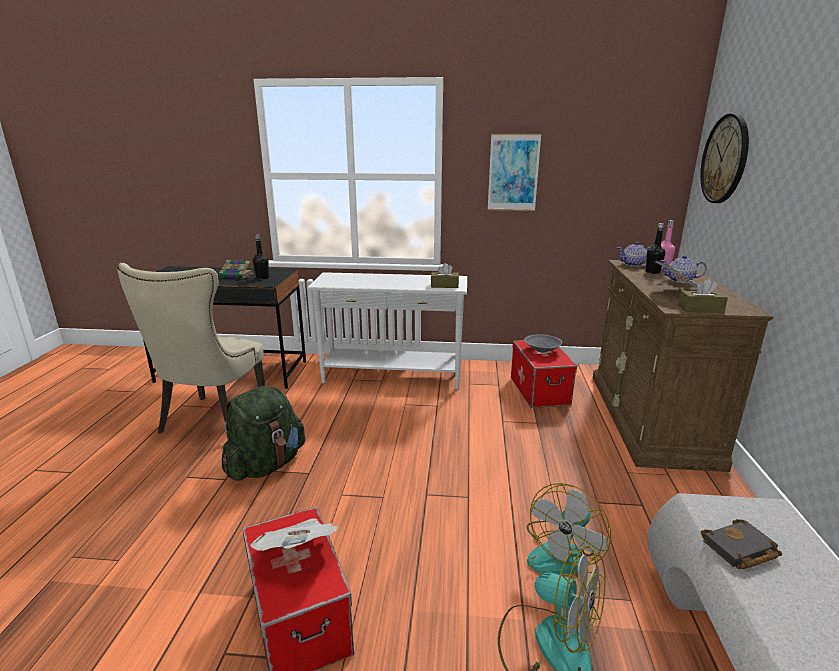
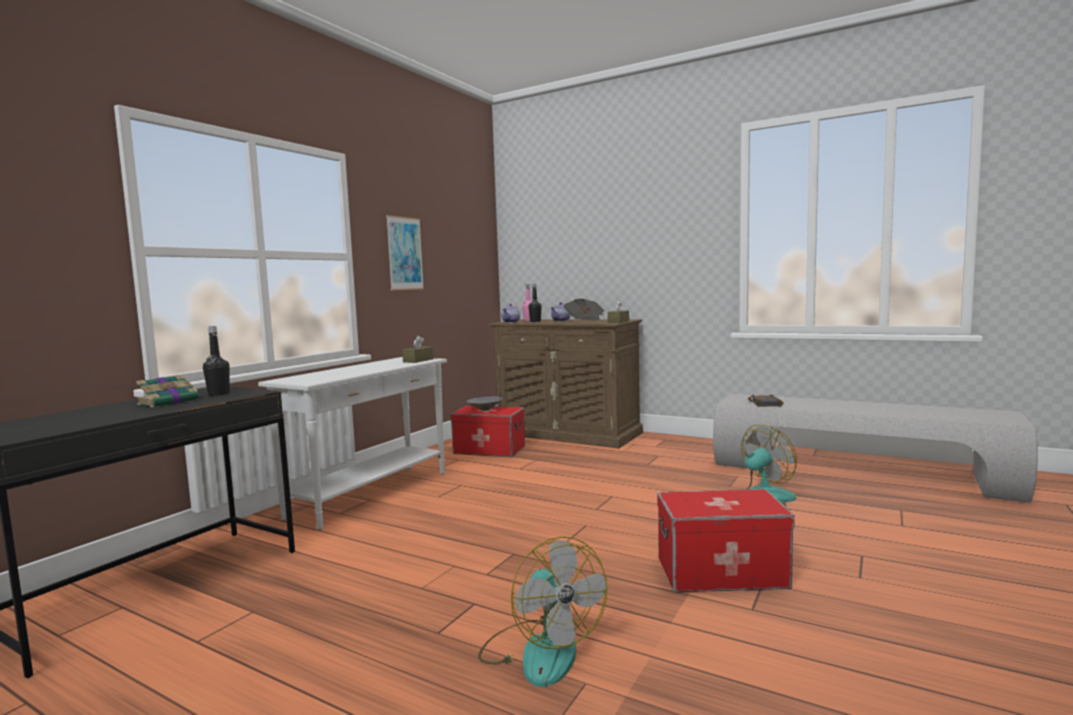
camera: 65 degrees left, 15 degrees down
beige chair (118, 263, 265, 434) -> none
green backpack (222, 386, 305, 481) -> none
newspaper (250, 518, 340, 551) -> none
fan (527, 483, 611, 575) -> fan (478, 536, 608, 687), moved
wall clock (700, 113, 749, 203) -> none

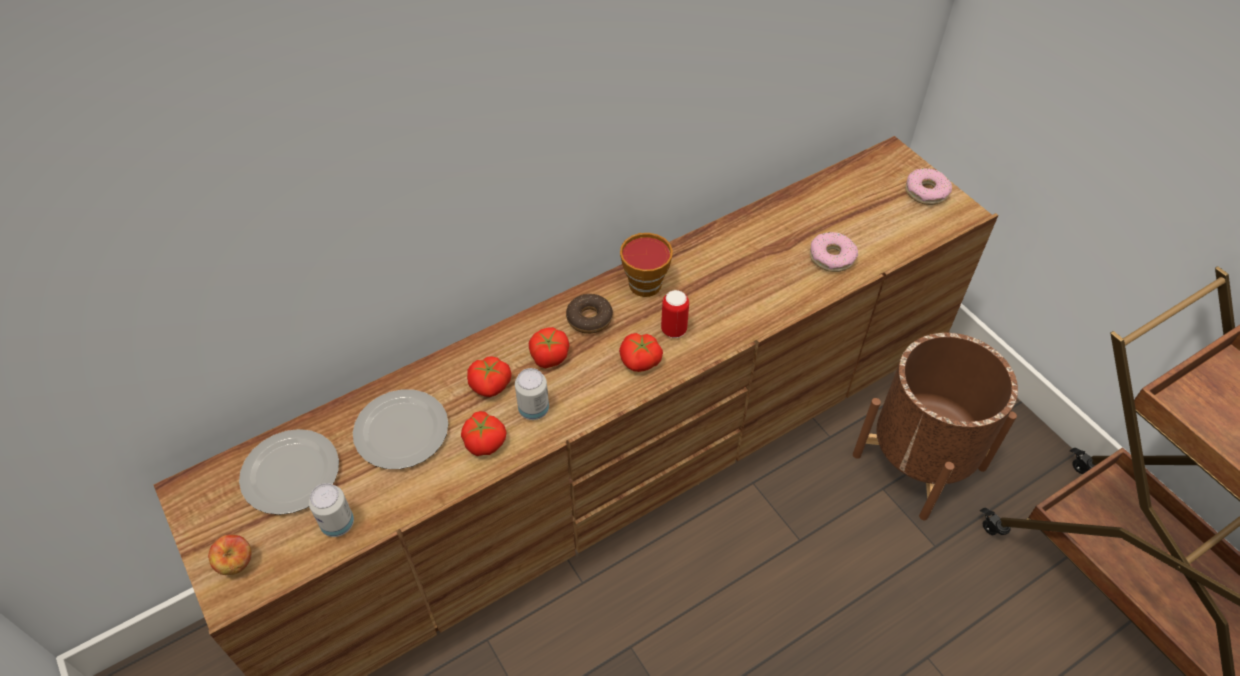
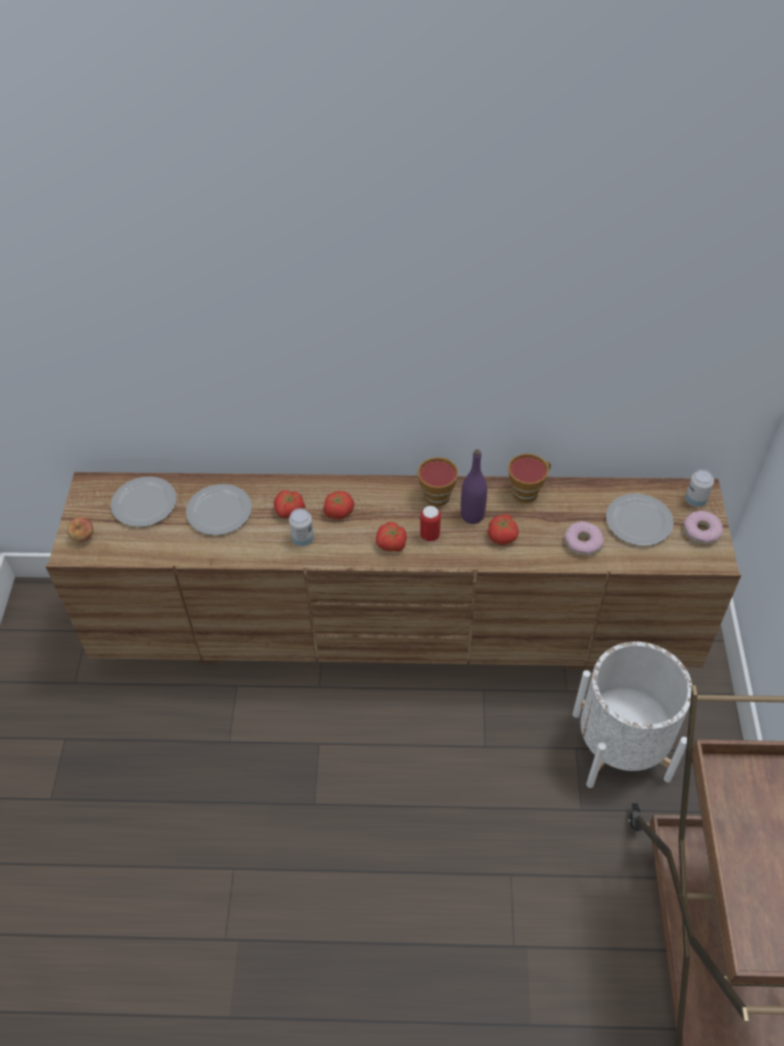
camera: 35 degrees right, 0 degrees up
can (309, 483, 354, 537) -> can (685, 469, 714, 507), moved
tomato (461, 411, 506, 456) -> tomato (488, 514, 519, 545), moved
donut (566, 294, 613, 334) -> none
brown planter (853, 333, 1018, 520) -> white planter (573, 642, 692, 788)
none -> purple bottle (461, 449, 487, 524)
none -> cup (508, 454, 551, 503)
none -> plate (606, 494, 674, 546)

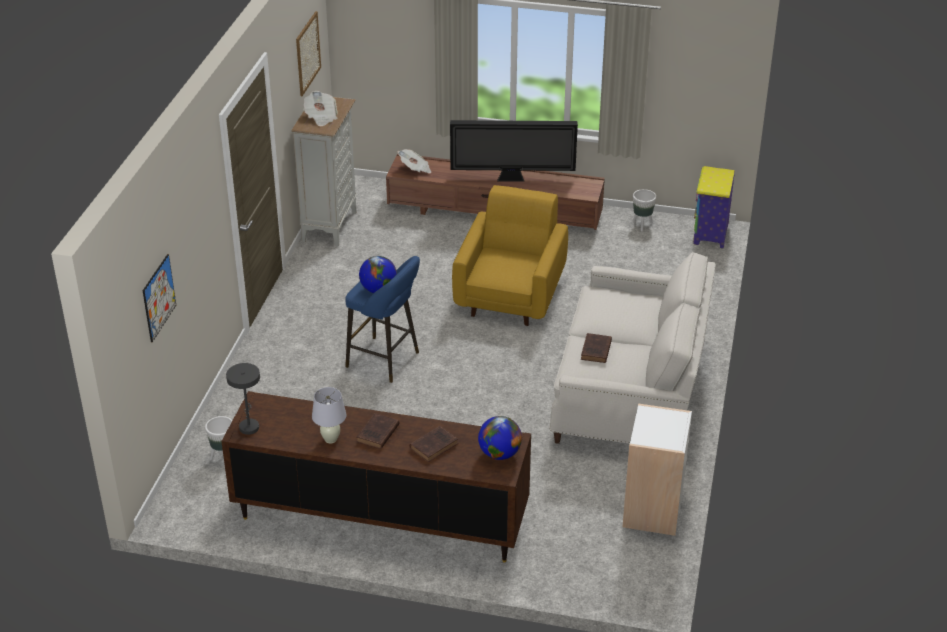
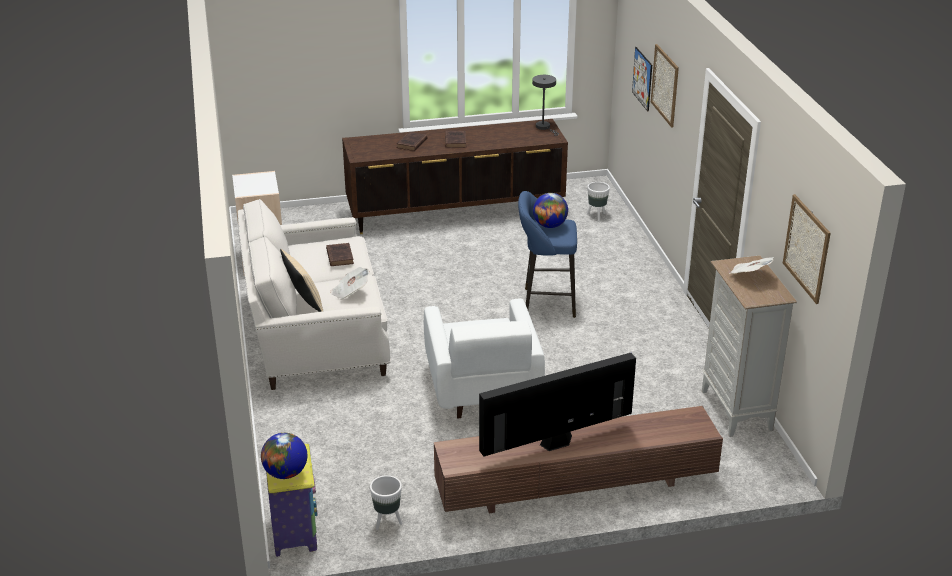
camera: 155 degrees right, 5 degrees down
white table lamp (312, 387, 346, 444) -> none
newspaper (398, 149, 431, 173) -> newspaper (330, 267, 370, 300), moved
yellow armchair (452, 185, 568, 326) -> white armchair (424, 299, 545, 419)
globe (478, 416, 522, 460) -> globe (261, 433, 307, 479), moved
none -> beige pillow (280, 249, 323, 312)
none -> picture (651, 44, 679, 128)

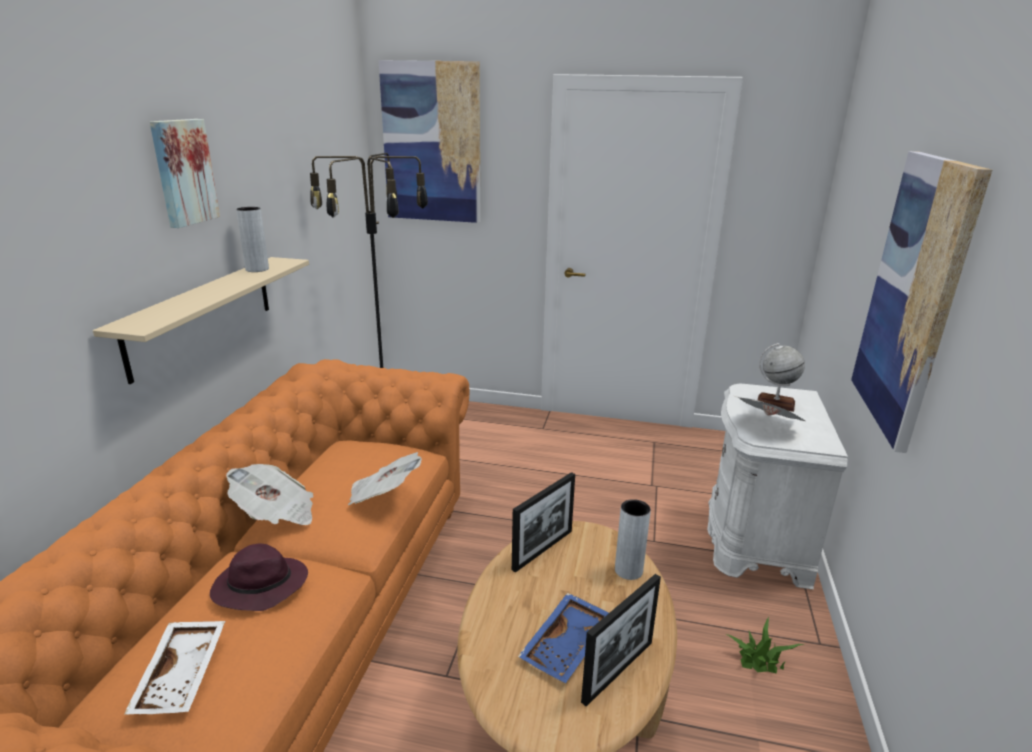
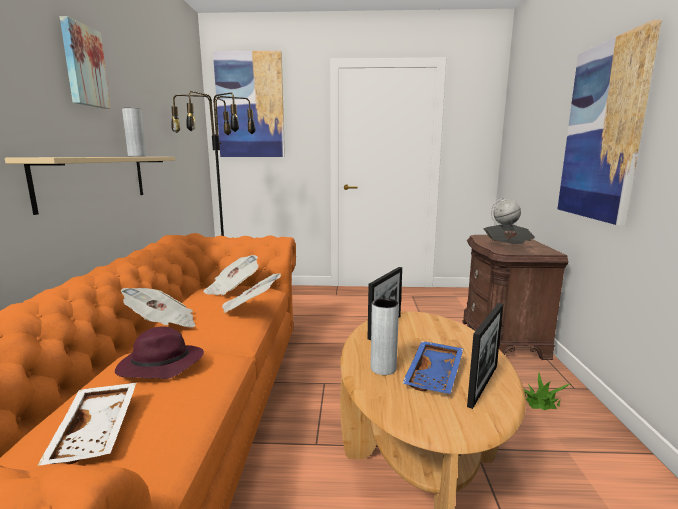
camera: 10 degrees left, 10 degrees down
grey vase (615, 499, 651, 580) -> grey vase (371, 298, 399, 375), moved
white nightstand (707, 383, 848, 590) -> brown nightstand (462, 235, 568, 360)
none -> newspaper (203, 255, 259, 296)

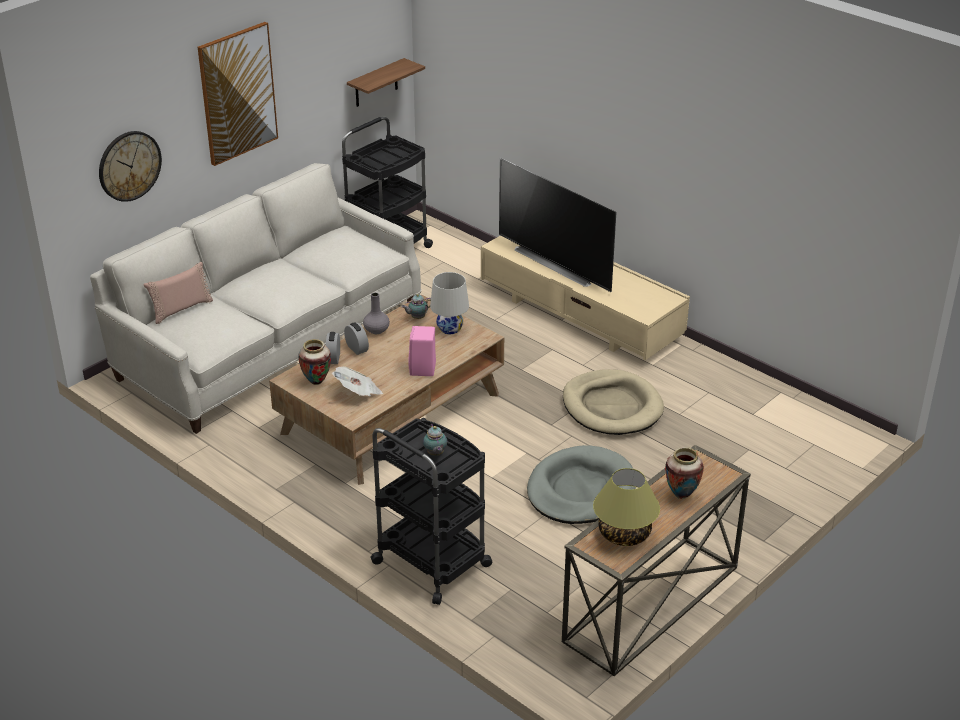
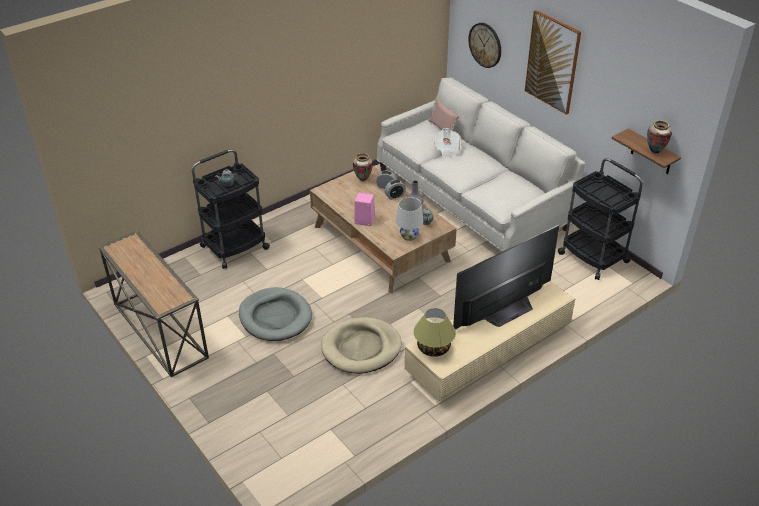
camera: 100 degrees right, 5 degrees up
newspaper (332, 366, 383, 397) -> newspaper (434, 128, 461, 158), moved
table lamp (593, 468, 660, 546) -> table lamp (413, 308, 456, 357), moved
vase (665, 447, 704, 499) -> vase (647, 120, 672, 154), moved

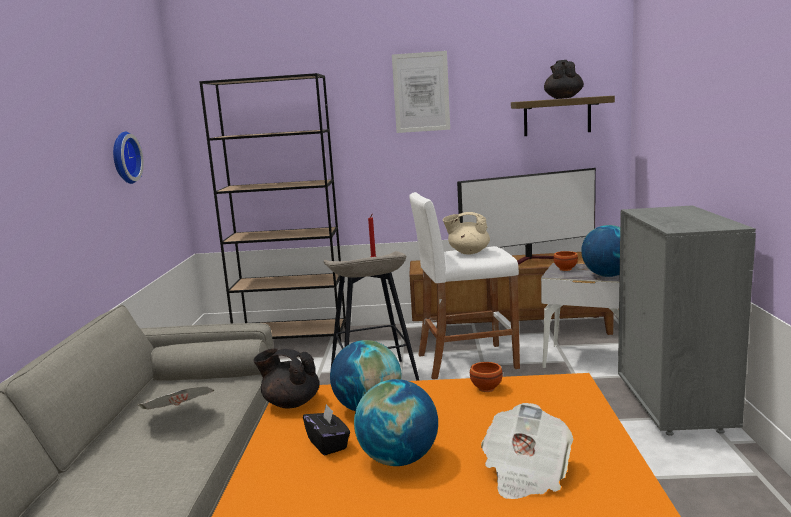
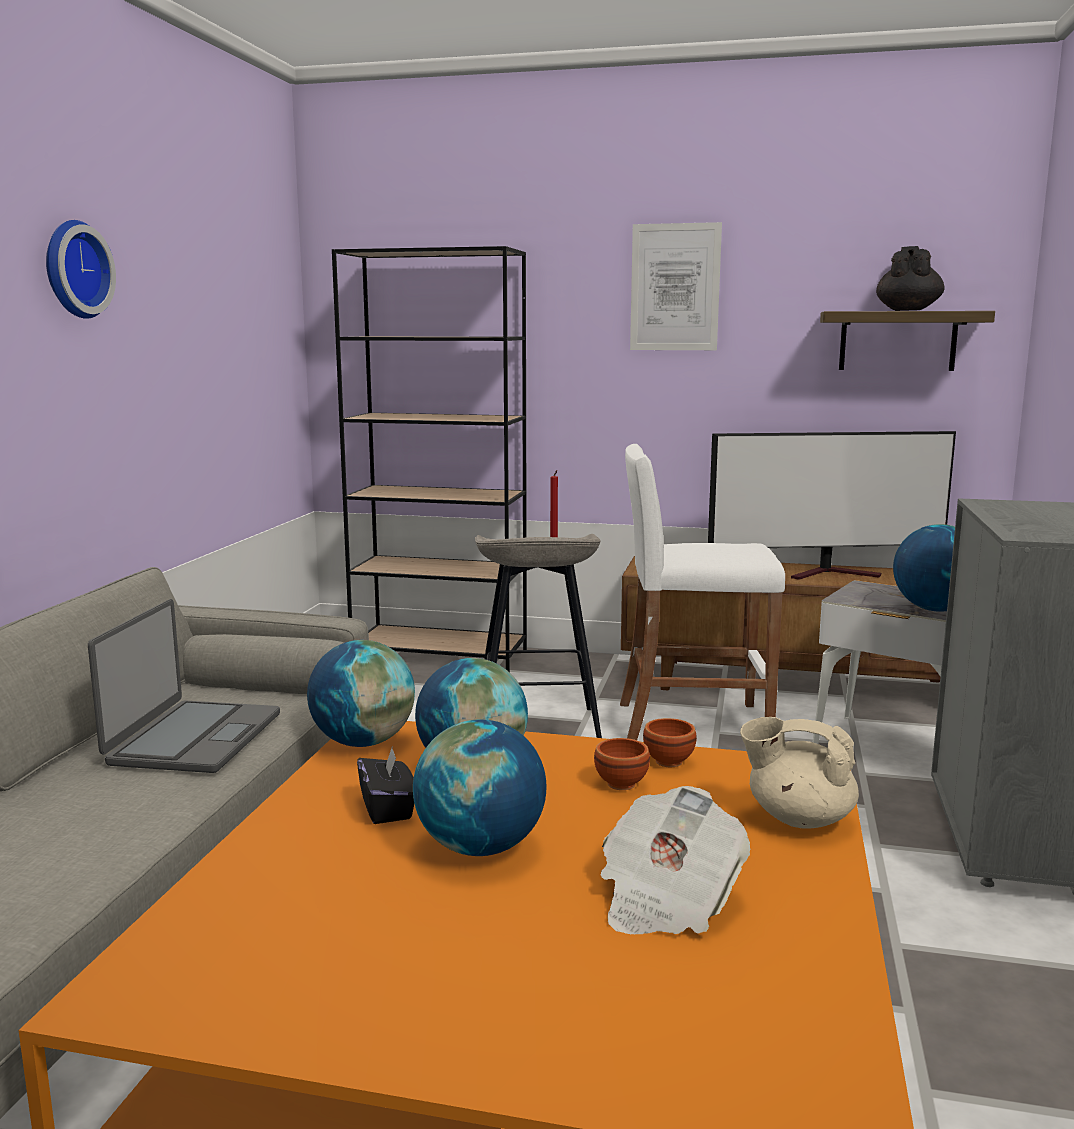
camera: 10 degrees right, 0 degrees up
wall clock (113, 132, 144, 184) -> wall clock (46, 220, 116, 319), moved
newspaper (138, 387, 215, 410) -> laptop (88, 599, 280, 773)
black teapot (253, 348, 319, 409) -> globe (307, 640, 415, 747)
beige teapot (443, 212, 490, 254) -> beige teapot (740, 717, 859, 829), moved
brown bowl (554, 251, 578, 271) -> brown bowl (594, 738, 650, 790), moved

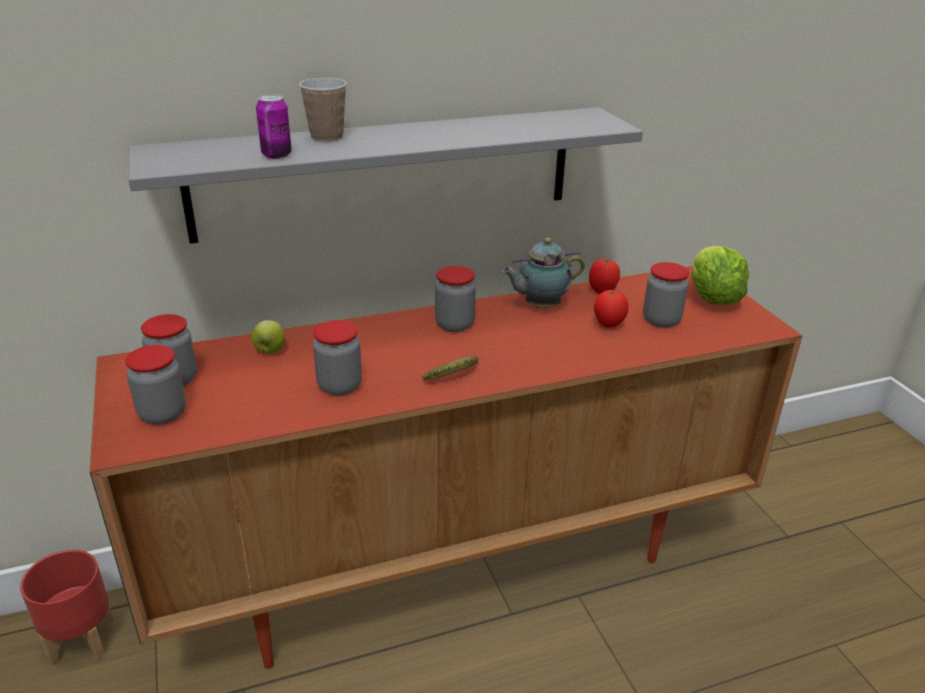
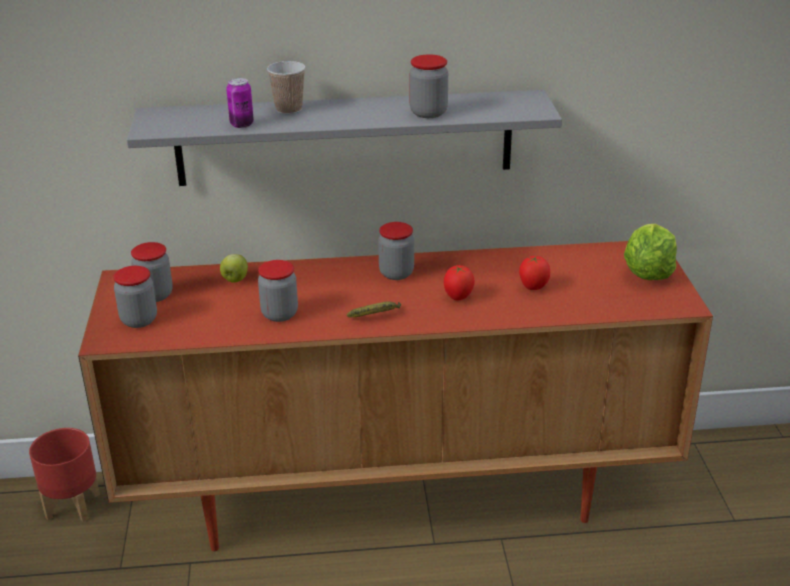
camera: 15 degrees right, 0 degrees up
teapot (502, 238, 585, 308) -> none
tomato (589, 259, 620, 294) -> tomato (444, 265, 475, 300), moved
jar (643, 262, 689, 327) -> jar (409, 54, 448, 118), moved

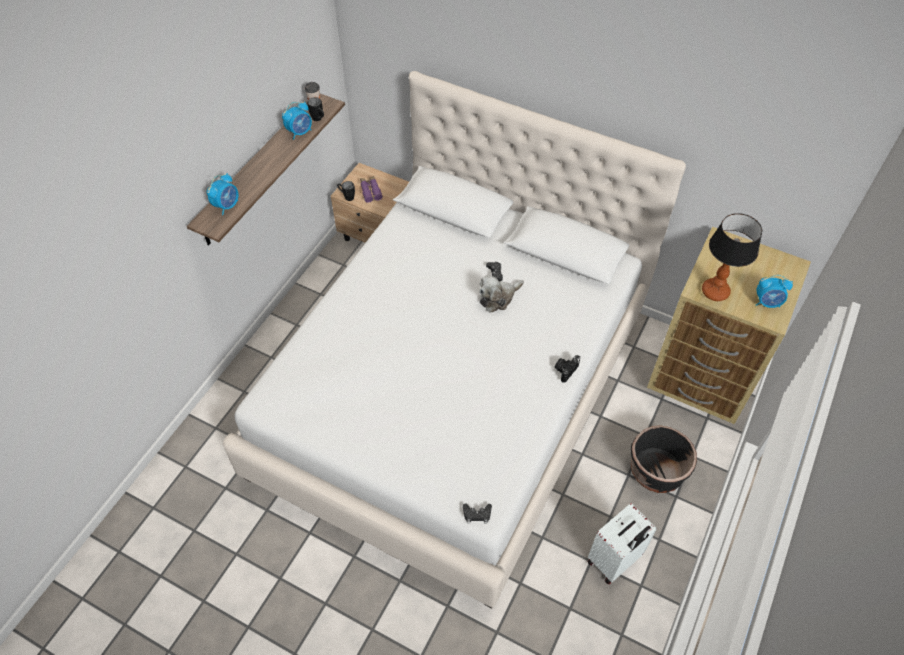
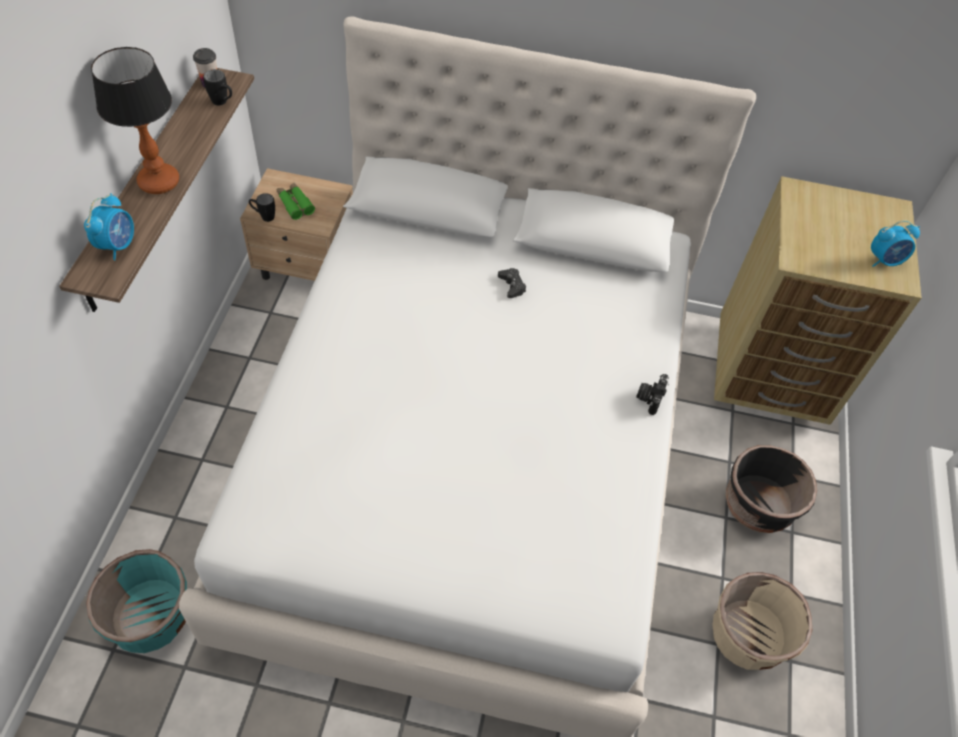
camera: 20 degrees left, 0 degrees up
alarm clock (282, 102, 312, 140) -> none
purple binoculars (360, 176, 383, 203) -> green binoculars (277, 182, 315, 220)
black game controller (463, 503, 492, 523) -> none
plush toy (479, 275, 524, 313) -> none
white suitcase (587, 503, 657, 584) -> beige planter (712, 572, 813, 670)
table lamp (702, 213, 763, 301) -> table lamp (91, 47, 179, 194), moved
none -> turquoise planter (86, 549, 187, 653)

